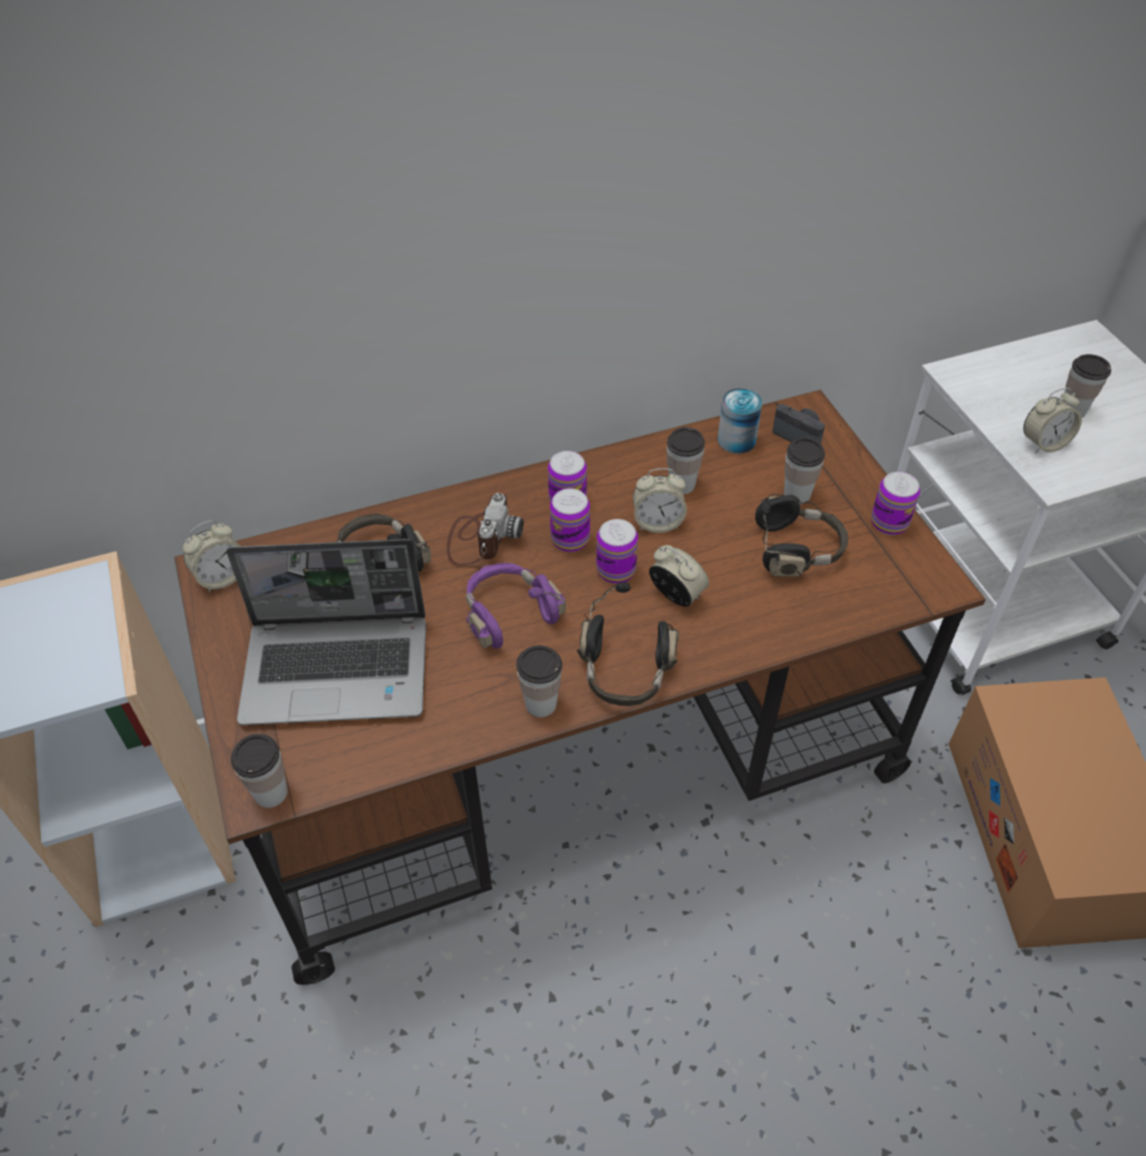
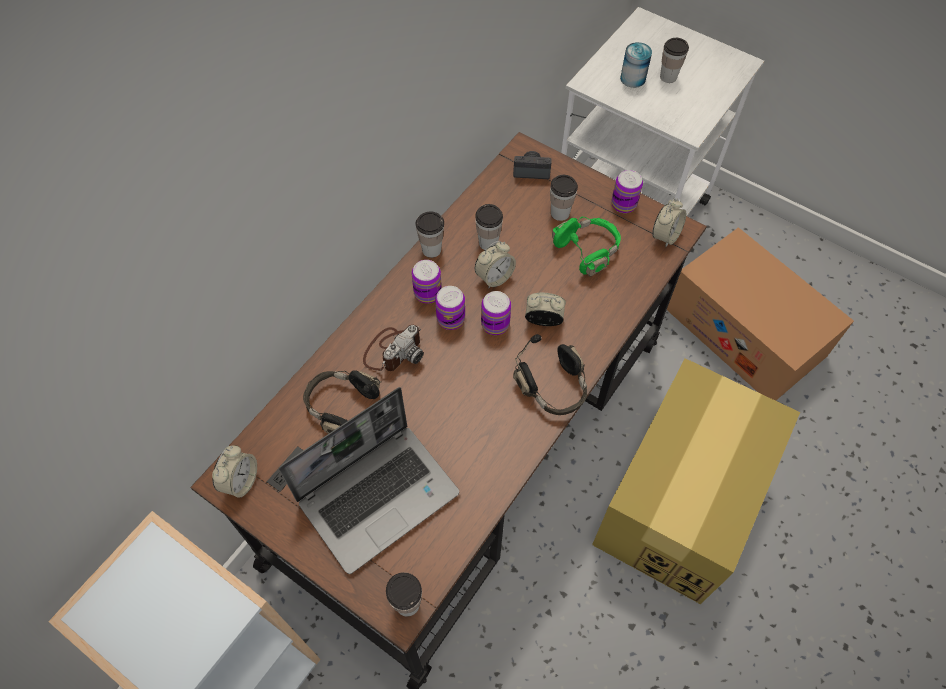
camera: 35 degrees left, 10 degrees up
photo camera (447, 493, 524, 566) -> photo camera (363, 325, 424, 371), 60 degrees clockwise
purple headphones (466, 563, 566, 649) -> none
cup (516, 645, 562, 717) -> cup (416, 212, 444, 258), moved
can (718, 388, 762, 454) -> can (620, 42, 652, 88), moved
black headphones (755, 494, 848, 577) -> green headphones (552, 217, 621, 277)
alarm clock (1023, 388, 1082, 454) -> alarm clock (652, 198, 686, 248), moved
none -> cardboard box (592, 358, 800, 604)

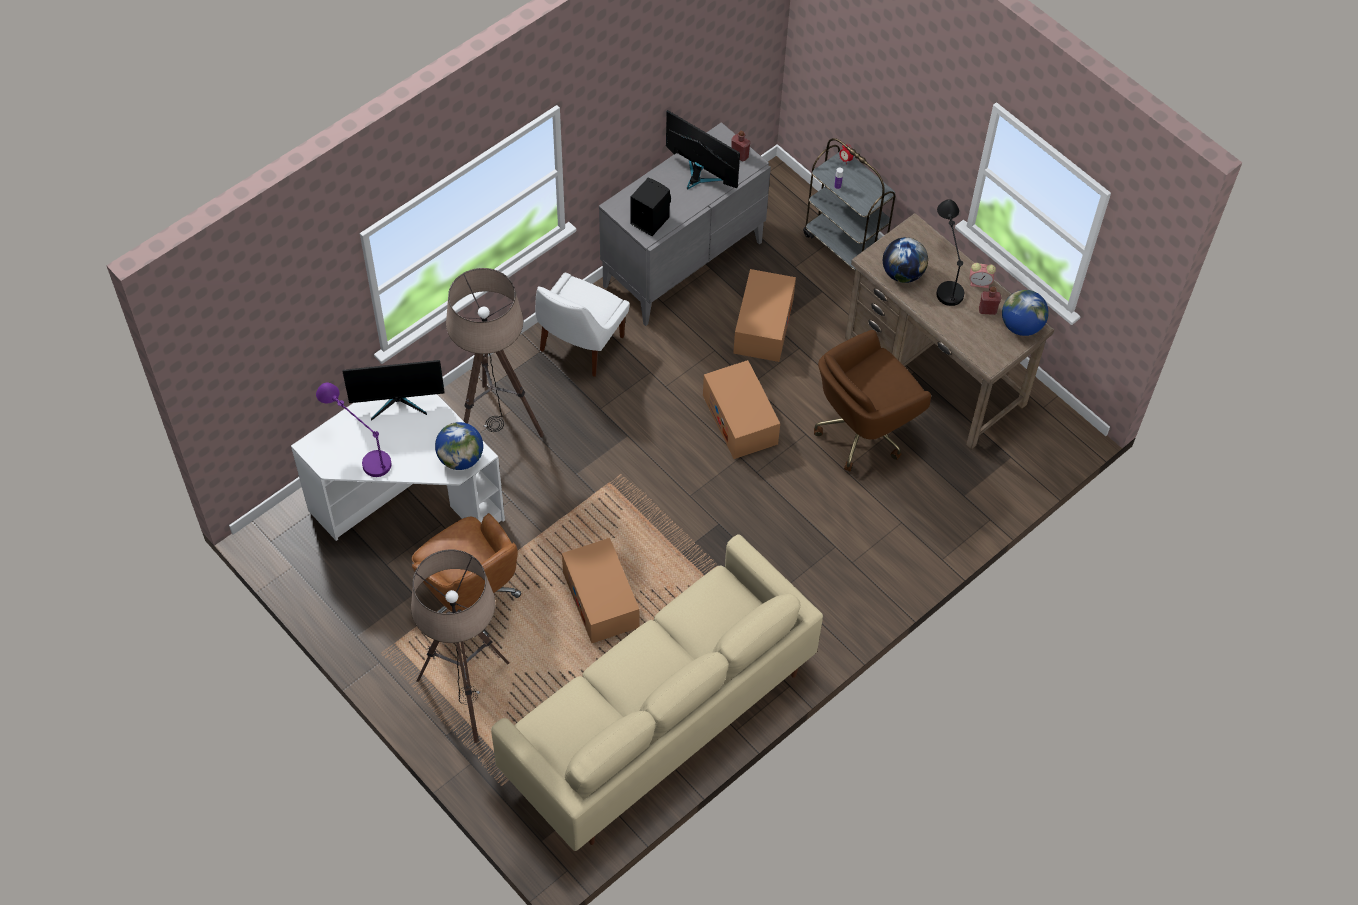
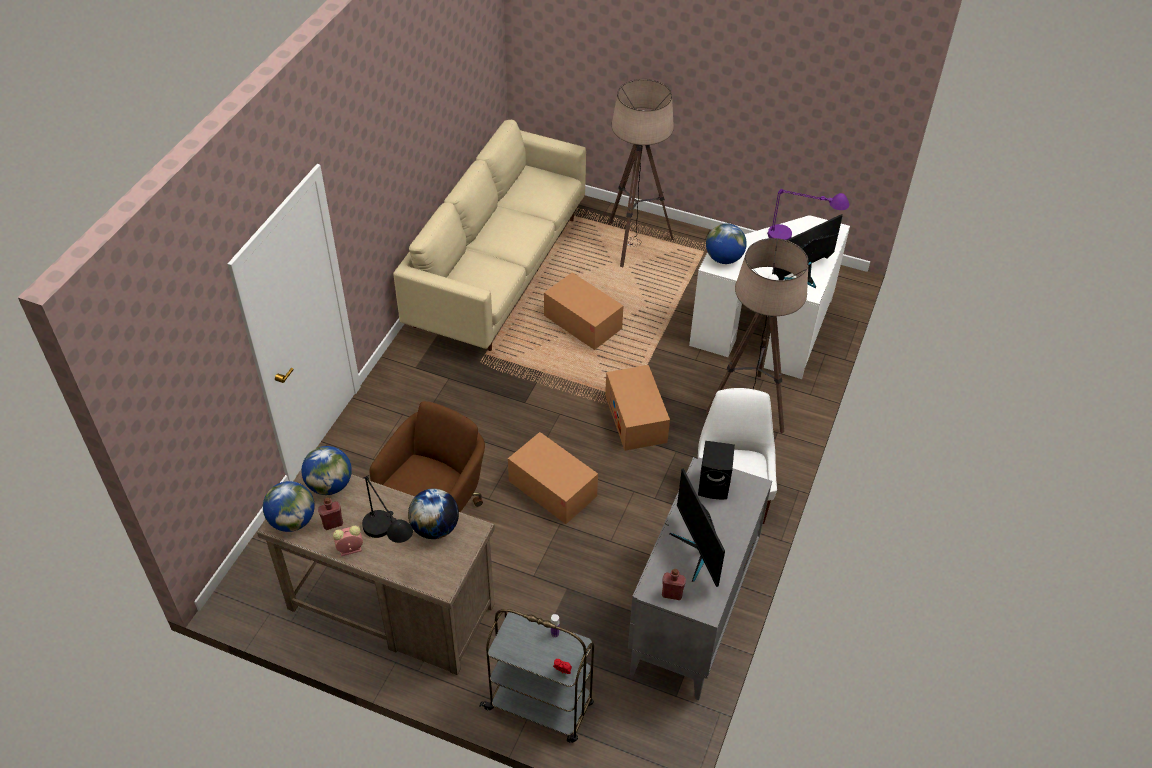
camera: 155 degrees right, 10 degrees down
brown office chair (412, 513, 521, 635) -> none
monitor (666, 110, 740, 190) -> monitor (670, 469, 725, 587), 60 degrees clockwise
cardboard box (733, 269, 796, 362) -> cardboard box (605, 365, 670, 451), moved
none -> globe (301, 446, 352, 495)

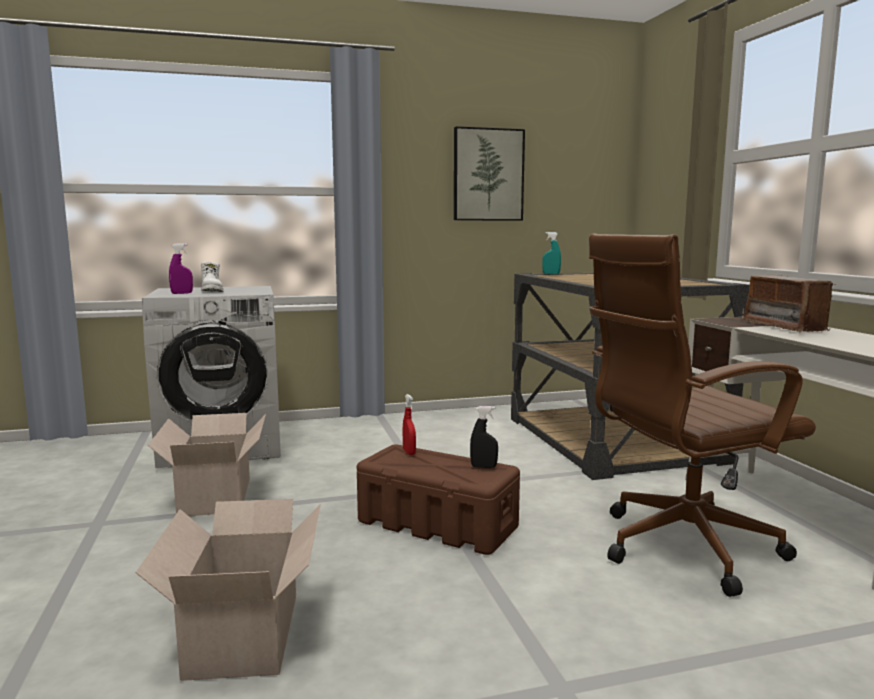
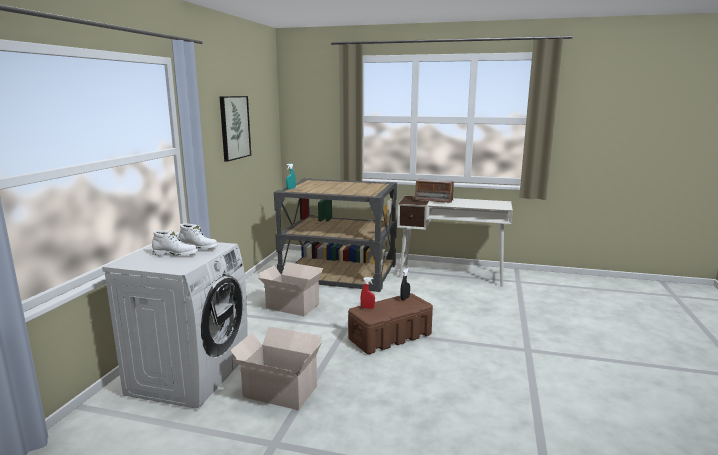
camera: 60 degrees left, 5 degrees up
cardboard box (136, 499, 321, 681) -> cardboard box (258, 262, 323, 316), moved
purple spray bottle (169, 243, 193, 294) -> none
brown office chair (589, 233, 816, 597) -> none
none -> white boot (179, 224, 218, 249)

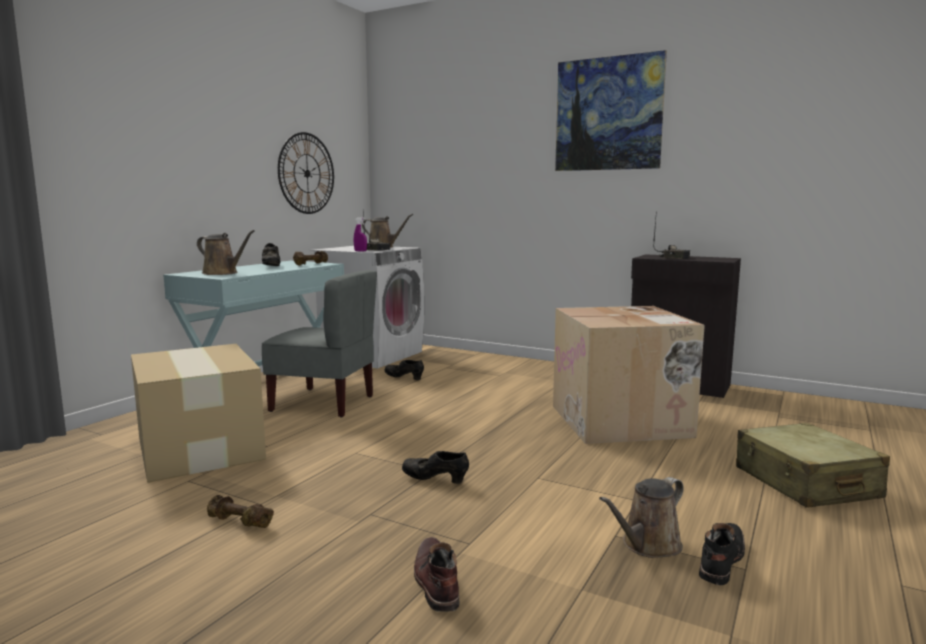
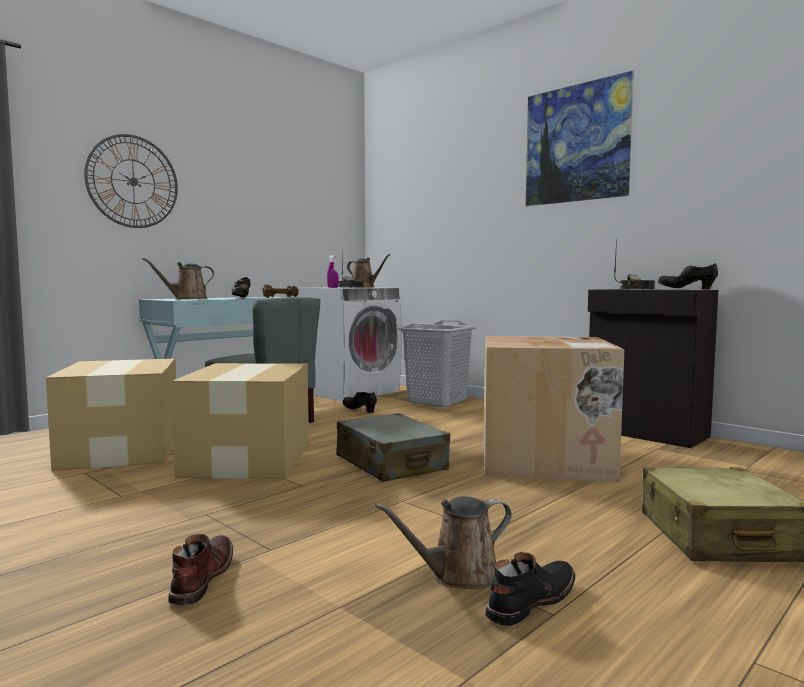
camera: 15 degrees right, 5 degrees down
brown watering can (197, 230, 255, 275) -> brown watering can (142, 258, 214, 299), 105 degrees clockwise
brown dumbbell (207, 495, 274, 528) -> none
wall clock (278, 132, 334, 214) -> wall clock (84, 134, 178, 228), moved
black shoe (402, 451, 469, 484) -> black shoe (658, 263, 718, 290), moved
none -> cardboard box (171, 363, 309, 479)
none -> grey suitcase (337, 413, 450, 482)
none -> grey laundry basket (398, 320, 476, 407)

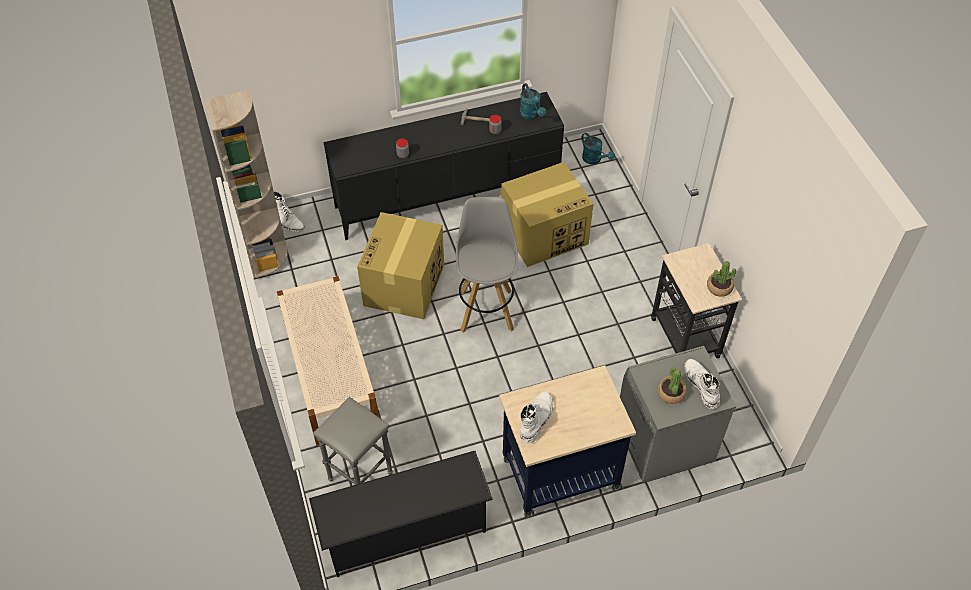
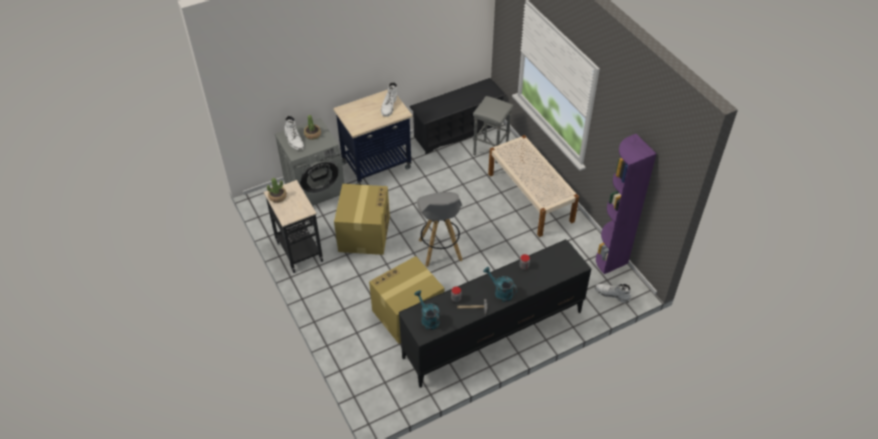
camera: 170 degrees right, 5 degrees down
beige bookcase (205, 90, 288, 278) -> purple bookcase (596, 134, 656, 274)
cardboard box (357, 212, 444, 319) -> cardboard box (334, 184, 390, 255), moved
turquoise watering can (581, 133, 615, 164) -> turquoise watering can (483, 267, 517, 302), moved

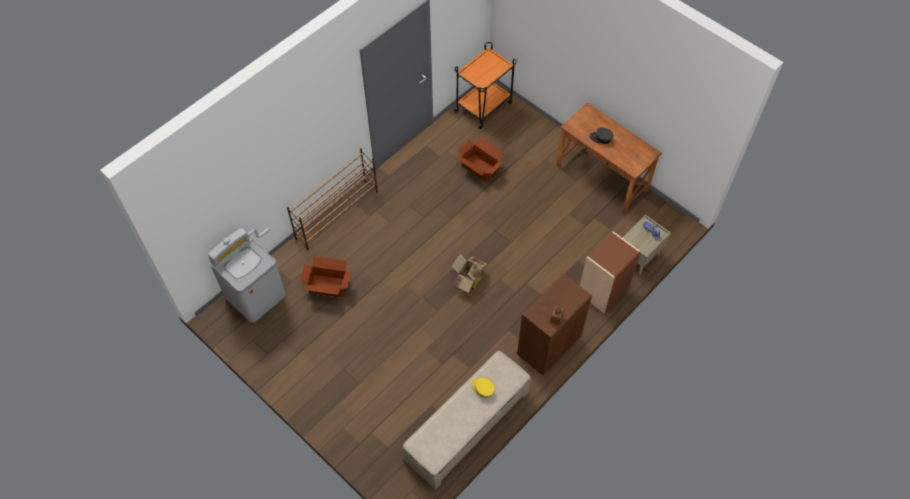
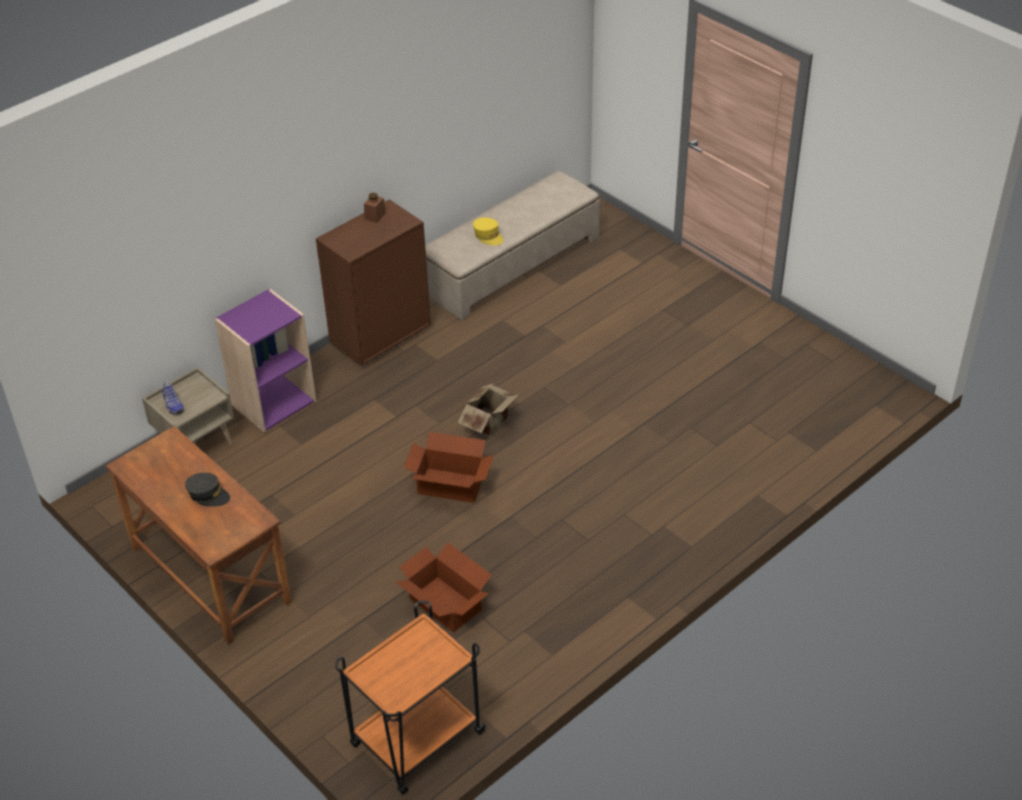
camera: 175 degrees left, 15 degrees down
grey washing machine (208, 227, 286, 323) -> none
brown shoe rack (287, 148, 378, 250) -> none
cardboard box (300, 256, 352, 297) -> cardboard box (404, 432, 494, 503), moved
brown bookcase (580, 231, 641, 314) -> purple bookcase (214, 289, 316, 432)

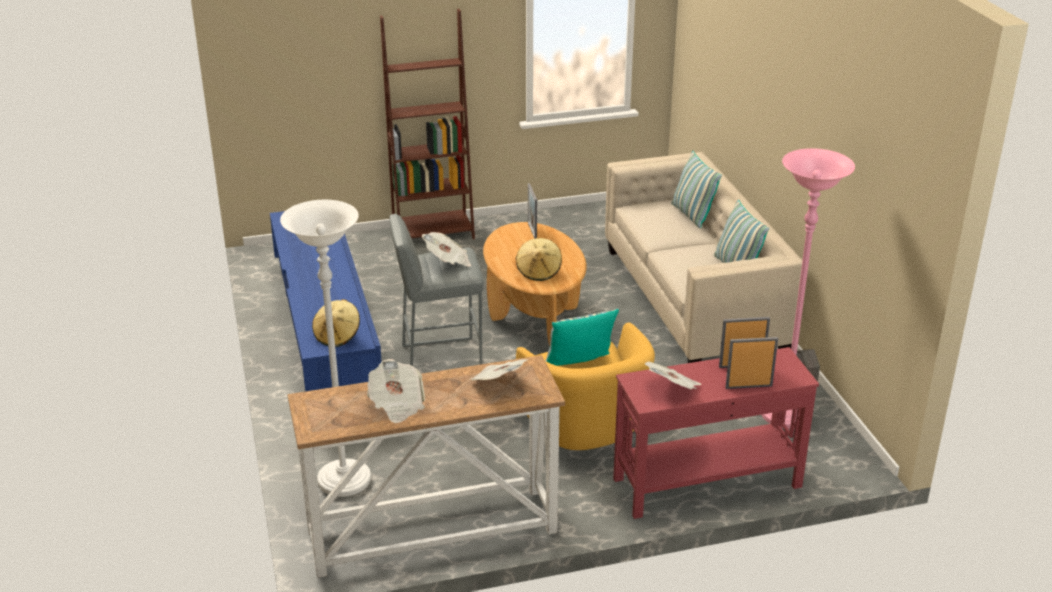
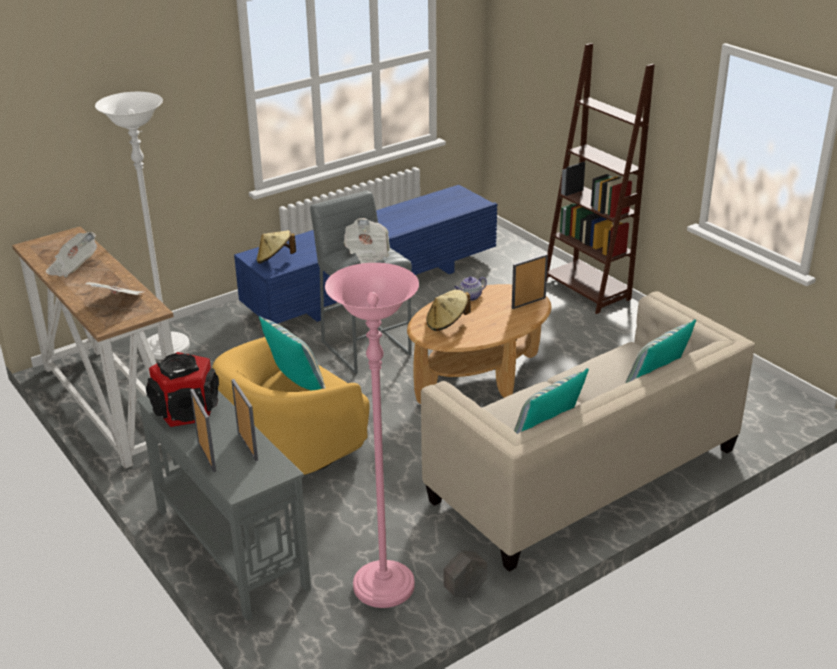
camera: 70 degrees right, 0 degrees up
red console table (613, 347, 819, 519) -> grey console table (137, 390, 311, 621)
newspaper (645, 362, 701, 390) -> speaker (146, 352, 219, 427)
none -> teapot (454, 277, 487, 301)

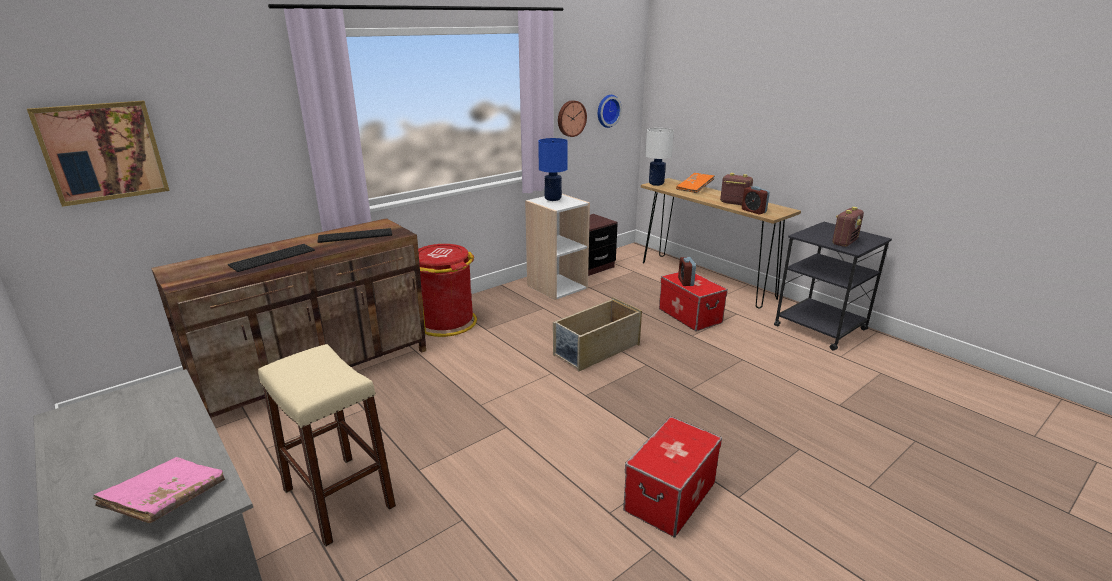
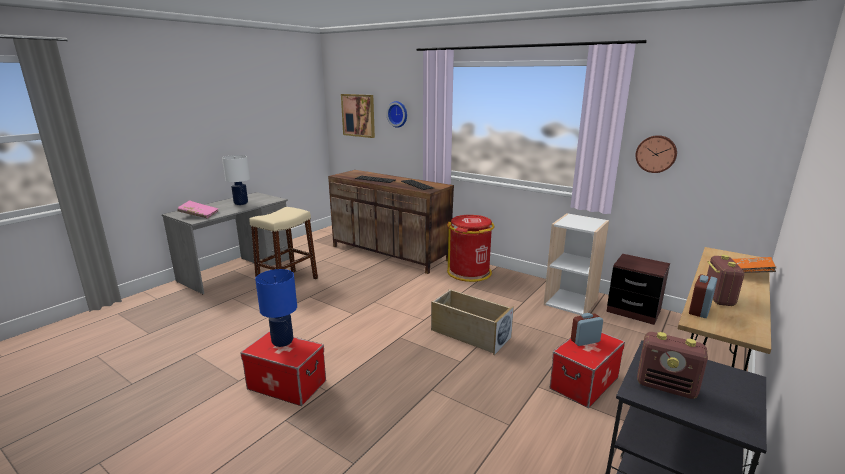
camera: 75 degrees right, 5 degrees down
blue table lamp (538, 138, 568, 201) -> blue table lamp (255, 269, 297, 347), moved
wall clock (598, 95, 622, 128) -> wall clock (386, 101, 407, 128), moved
white table lamp (645, 128, 674, 186) -> white table lamp (222, 155, 250, 205), moved

